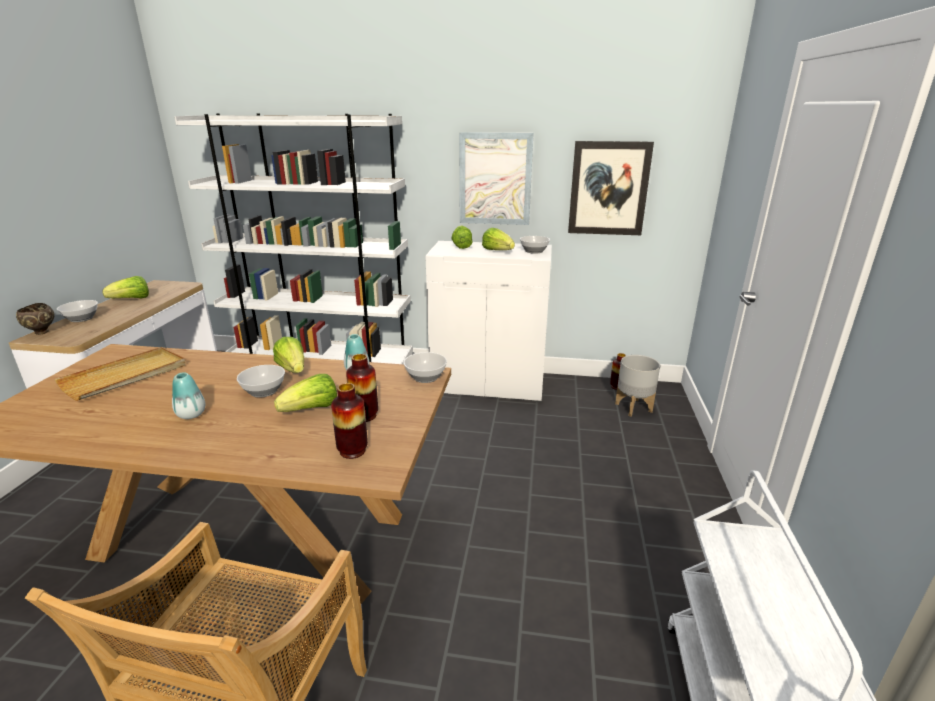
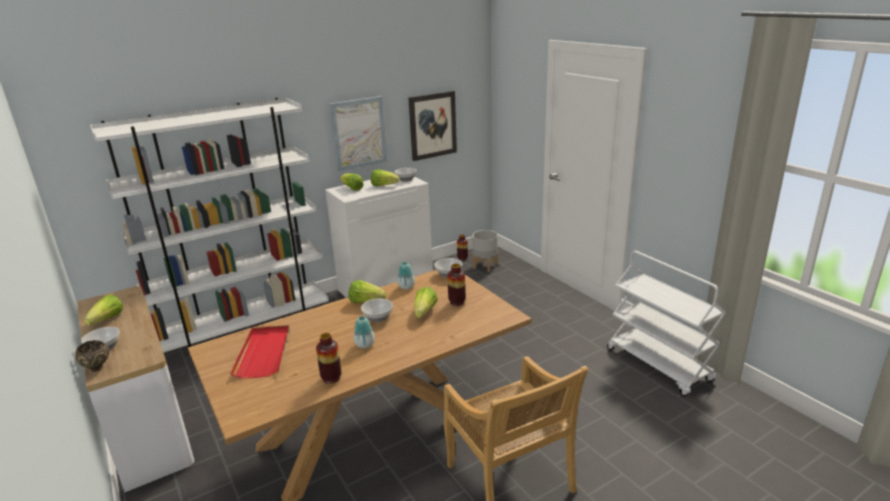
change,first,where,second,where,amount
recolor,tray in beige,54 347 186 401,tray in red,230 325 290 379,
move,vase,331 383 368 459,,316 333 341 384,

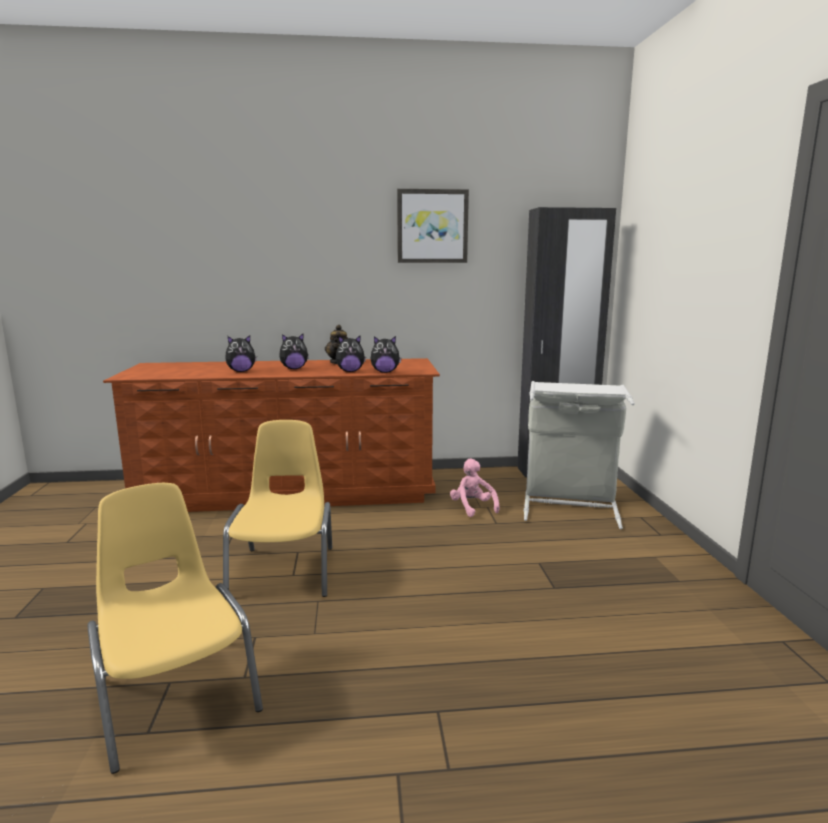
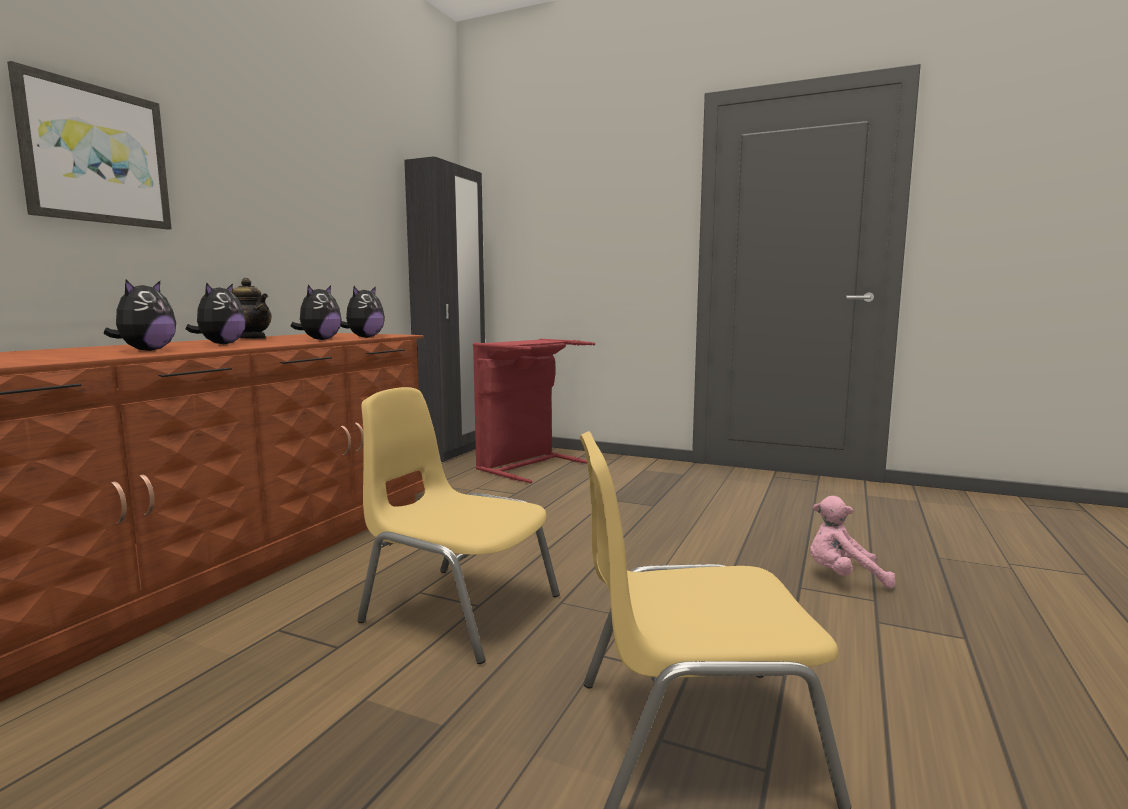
change,first,where,second,where,amount
move,picture,397 189 469 263,,7 61 172 230,
recolor,laundry basket in grey,524 381 635 529,laundry basket in red,473 339 595 483,
move,plush toy in pink,450 459 500 517,,810 496 896 588,

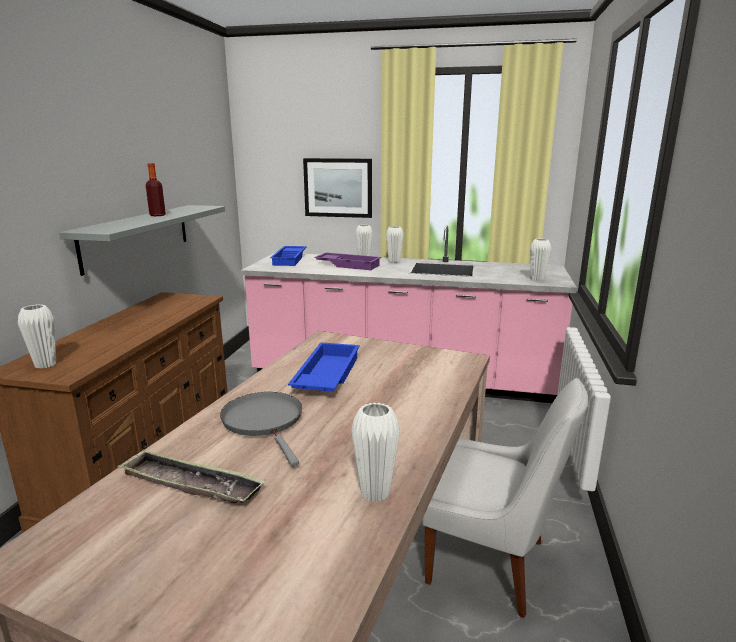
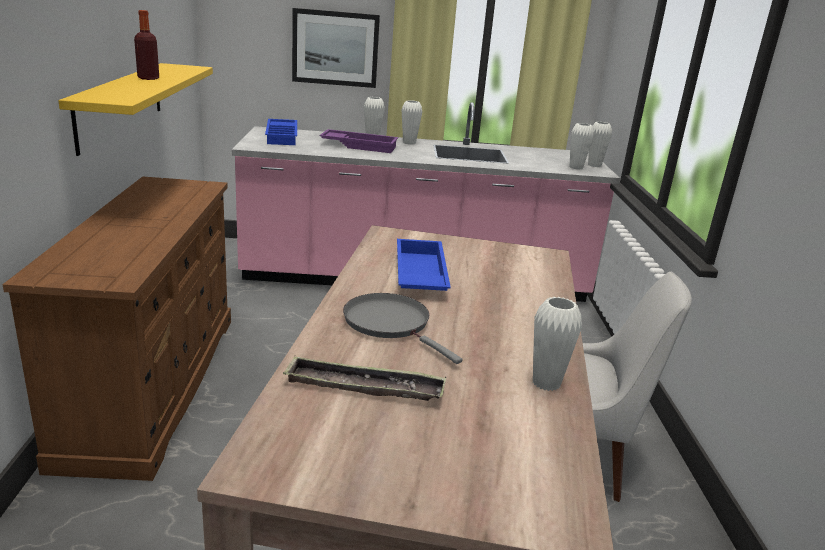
change,first,where,second,where,amount
recolor,shelf in grey,59 205 225 276,shelf in yellow,58 63 213 156,
move,vase in white,18 304 56 369,,588 122 612 167,

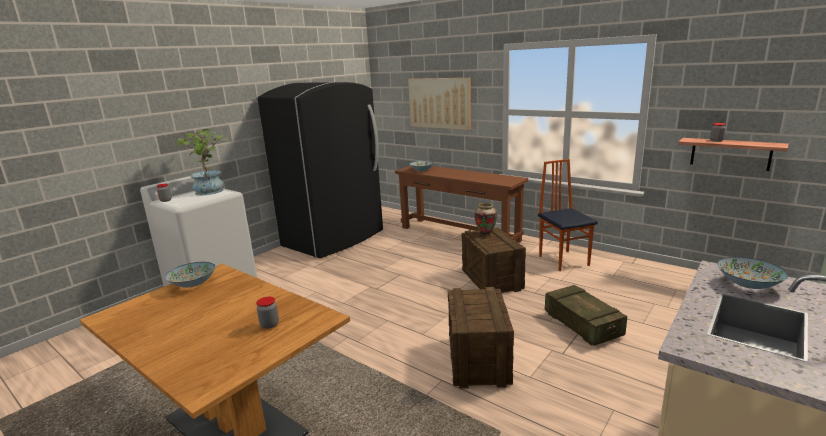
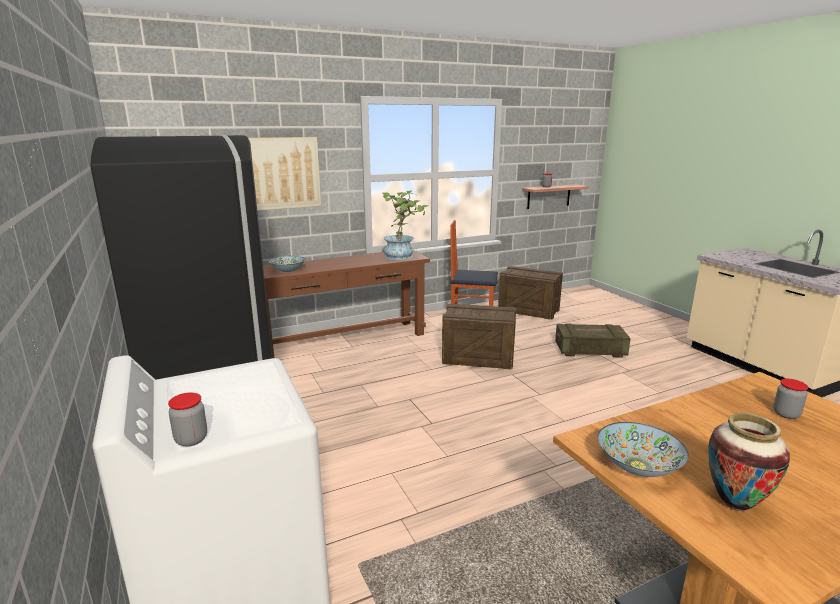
change,first,where,second,where,amount
move,potted plant,177 128 229 195,,383 190 429 260,
move,vase,474 203 497 236,,708 413 790 511,
delete,bowl,717 257 788 289,,,
move,crate,448 287 514 389,,498 266 563 320,

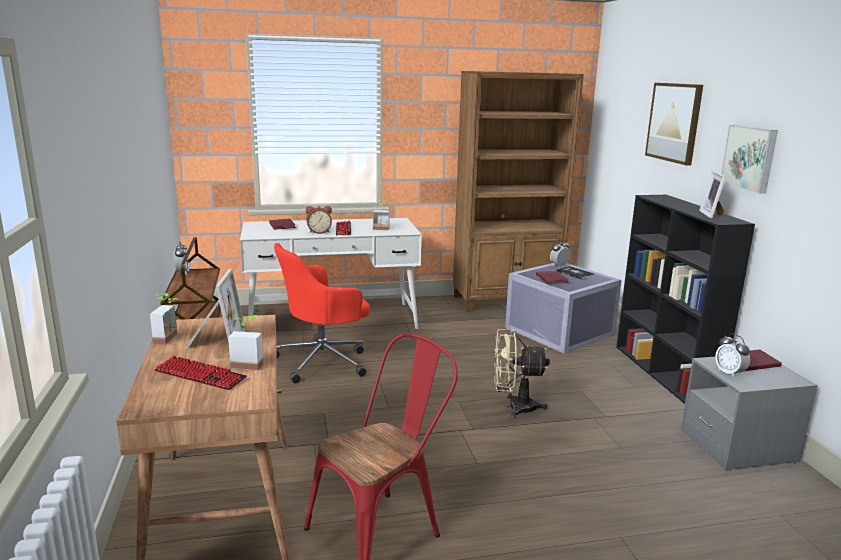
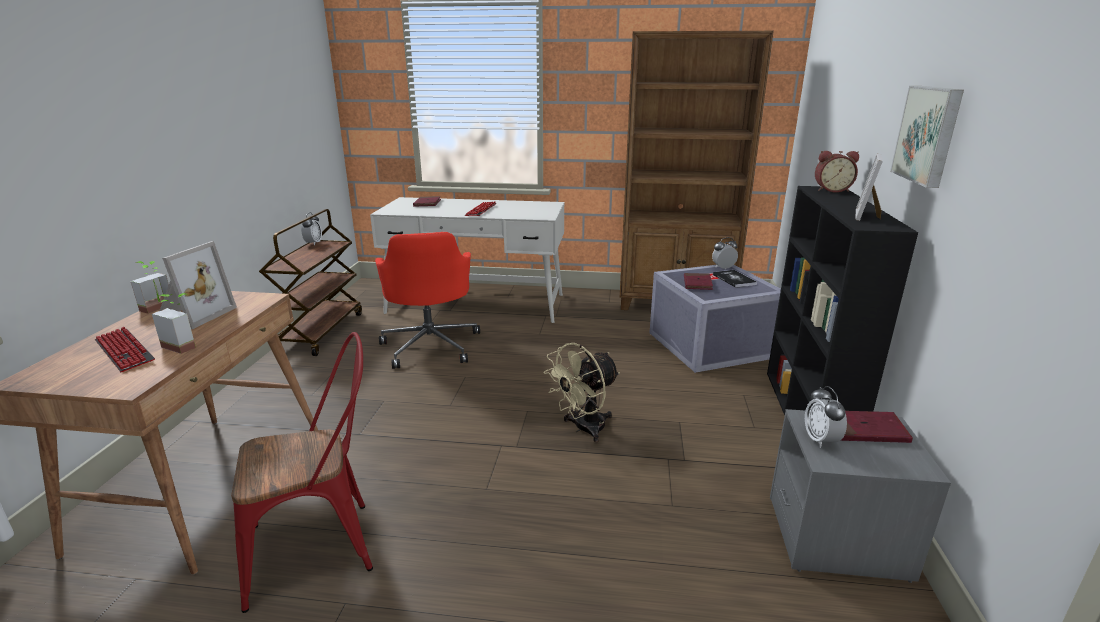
change,first,where,second,where,amount
delete,picture,645 83 703 165,,,
delete,potted plant,373 201 390 230,,,
move,alarm clock,306 206 332 234,,815 151 859 192,
rotate,office chair in red,274 243 370 384,,375 232 480 369,90 degrees counterclockwise
rotate,fan in beige,494 329 550 418,,544 343 620 442,60 degrees counterclockwise

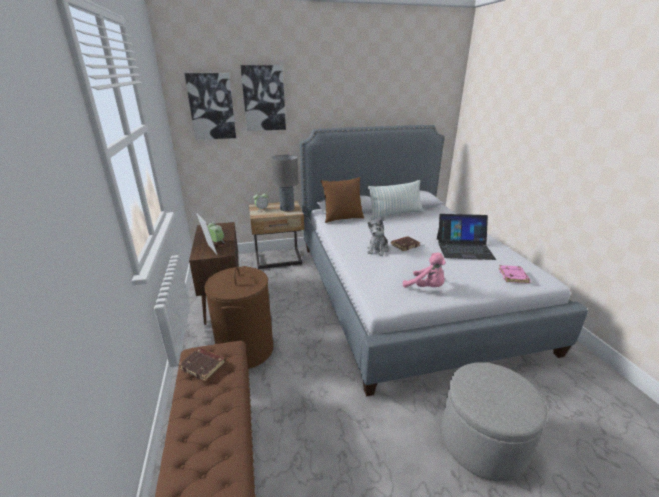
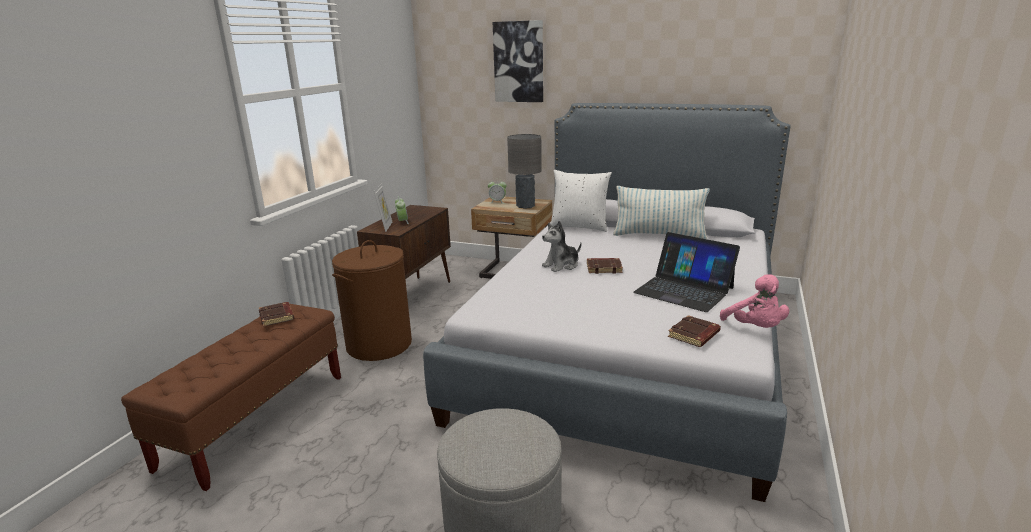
change,first,where,second,where,amount
delete,picture,185 73 236 140,,,
recolor,pillow in brown,321 177 364 223,pillow in white,551 170 612 232,
move,plush toy in pink,403 253 446 288,,720 274 789 328,
recolor,book in pink,499 265 531 284,book in brown,668 315 721 347,

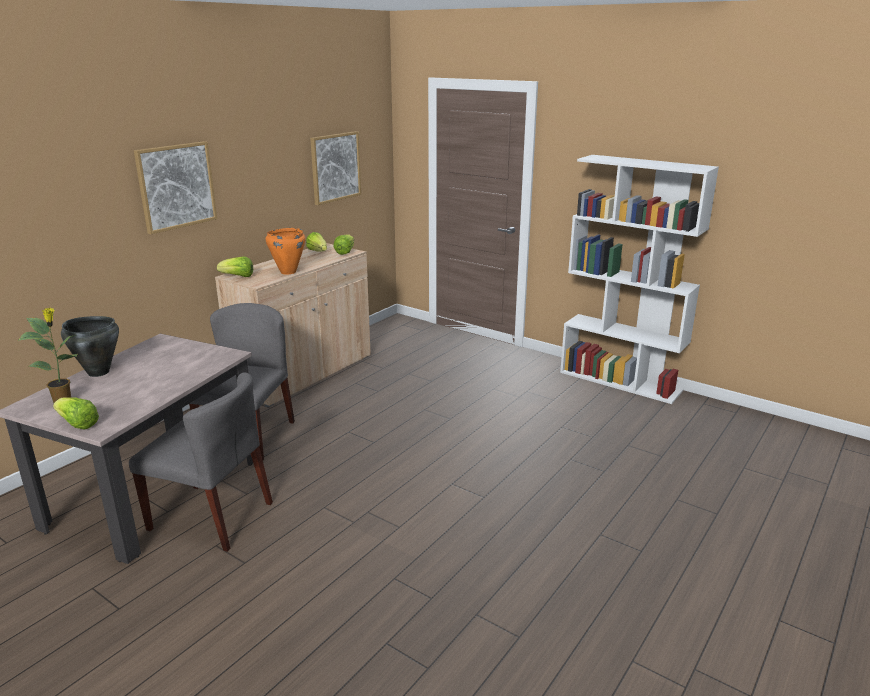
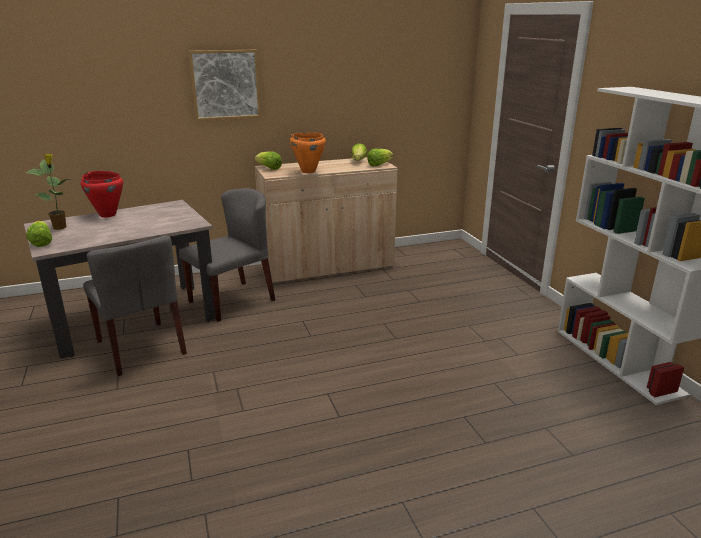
change,first,where,second,where,amount
delete,picture,310 131 361 205,,,
recolor,cooking pot in black,61 316 119 377,cooking pot in red,81 171 123 218,

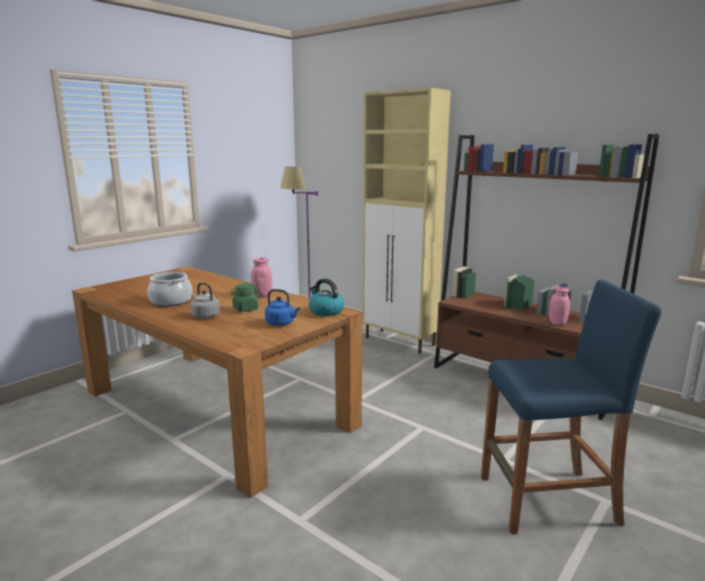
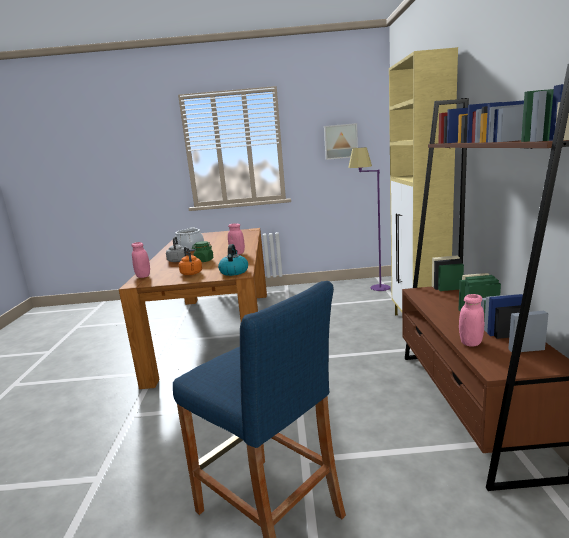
change,first,where,second,where,amount
recolor,kettle in blue,265 289 300 326,kettle in orange,179 246 202 275,
insert,,,picture,324 123 358 160,
insert,,,jar in pink,131 242 150 278,

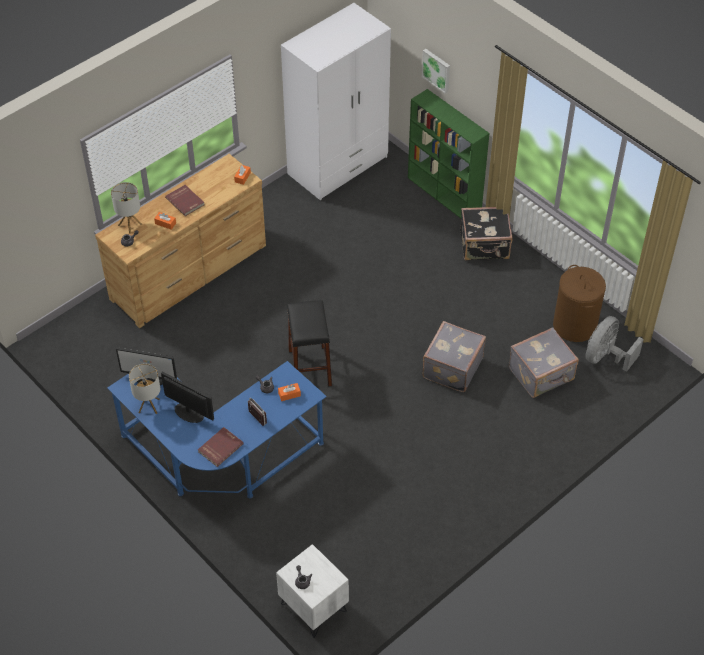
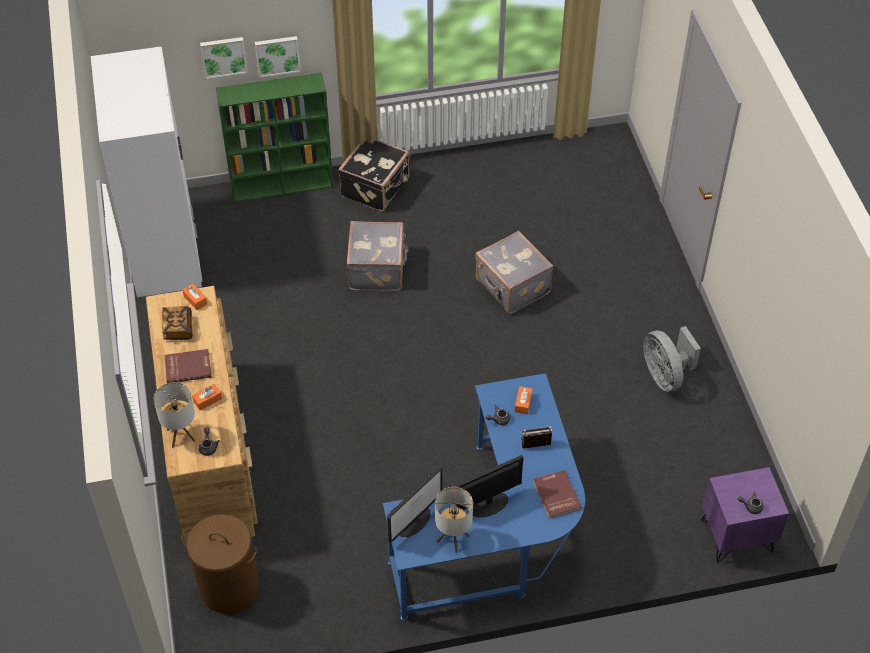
change,first,where,second,where,amount
move,laundry basket in brown,553 265 606 342,,181 514 259 613,
delete,stool in black,287 300 332 386,,,
move,fan in grey,585 316 644 371,,643 326 701 392,
move,suitcase in grey,509 327 579 398,,347 221 408 291,
recolor,nightstand in white,276 544 349 638,nightstand in purple,701 467 789 563,
insert,,,picture,255 36 301 78,
insert,,,book,162 306 193 340,

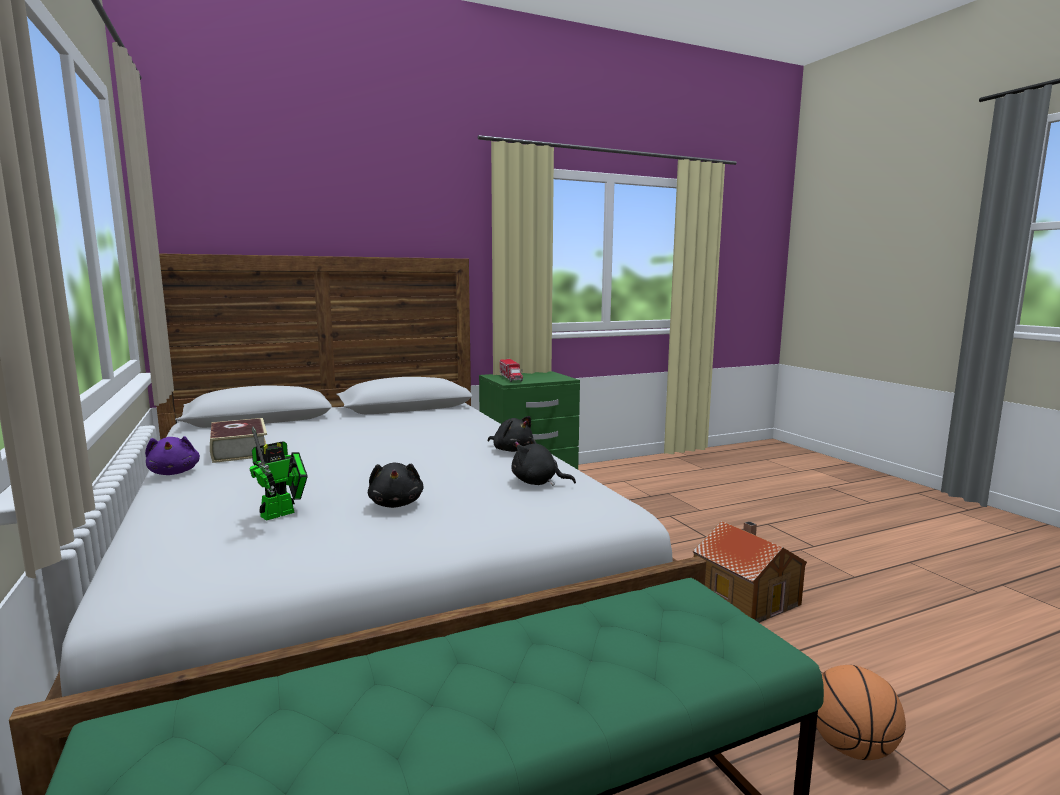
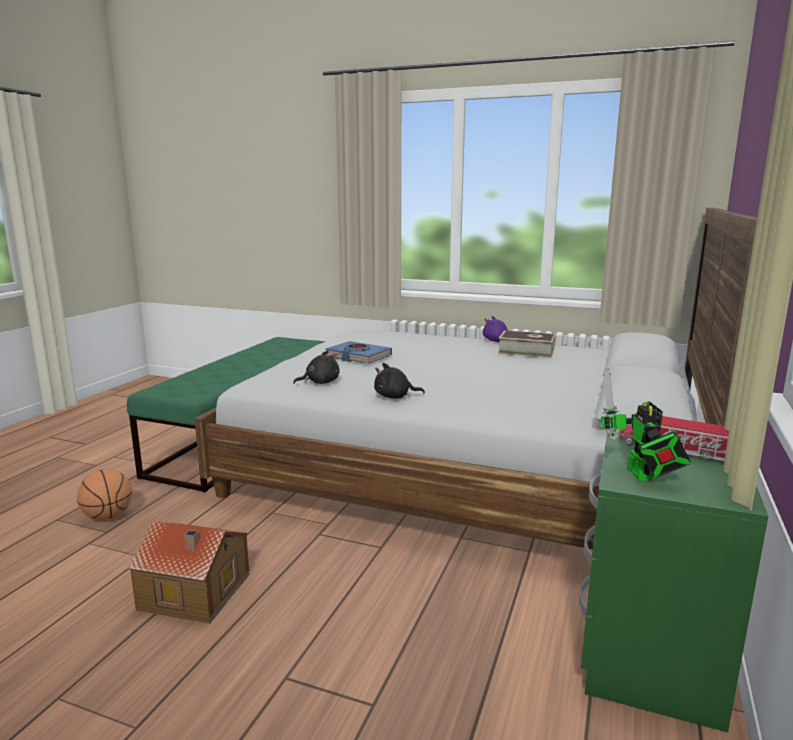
change,first,where,second,where,amount
move,toy robot,249 427 308 521,,601 368 691 480,
replace,plush toy in black,368 462 424 508,book in blue,325 341 392 364,

